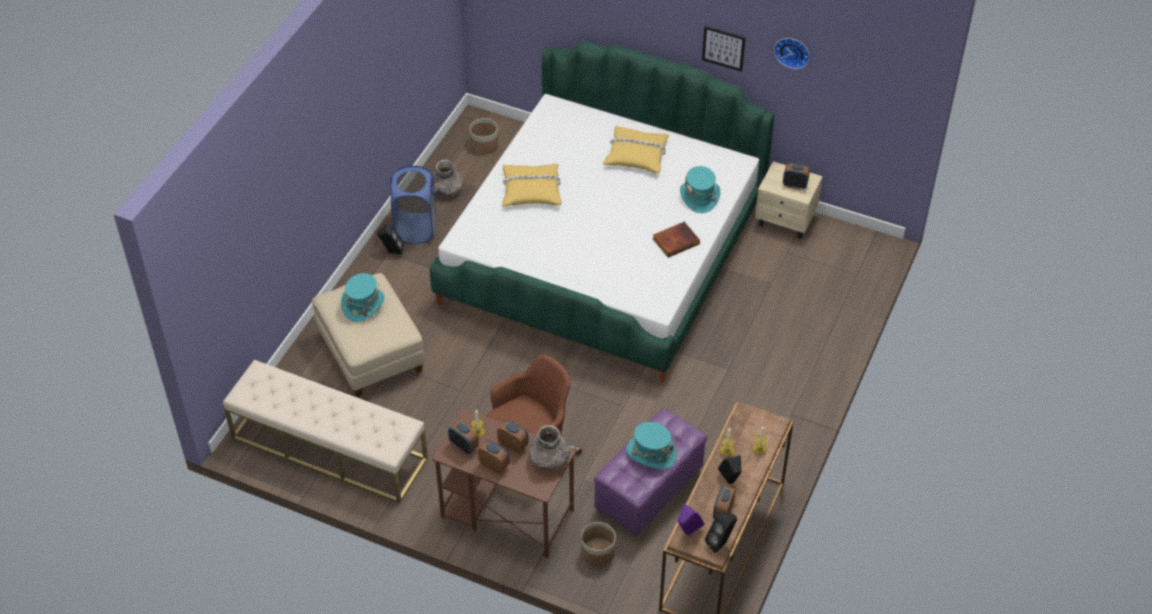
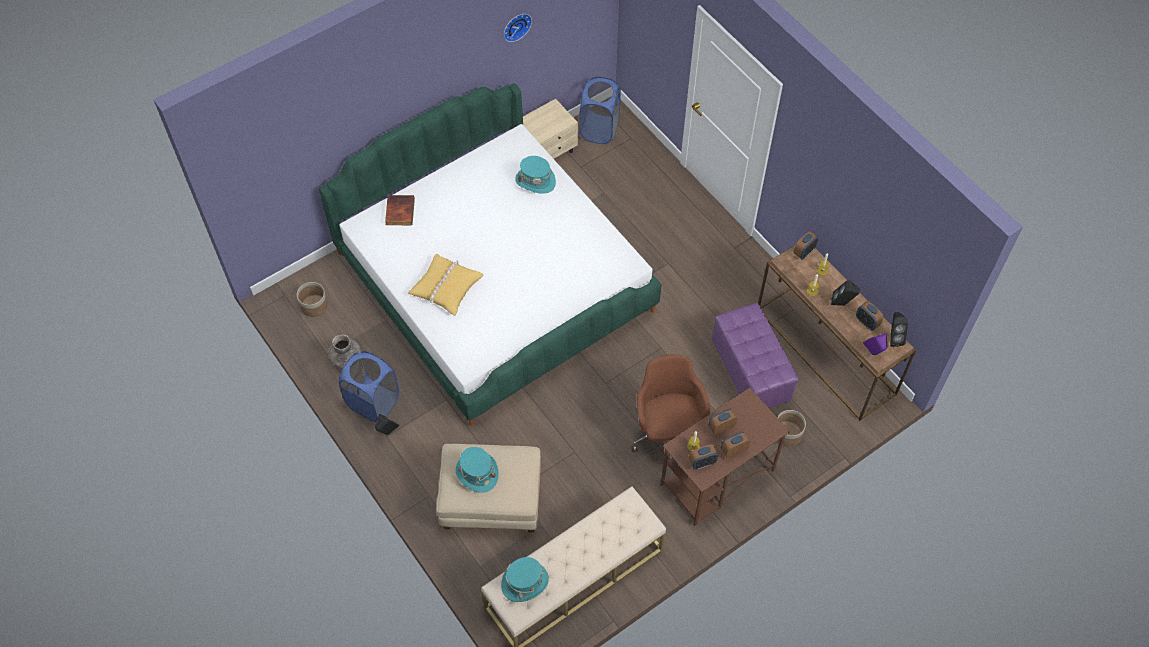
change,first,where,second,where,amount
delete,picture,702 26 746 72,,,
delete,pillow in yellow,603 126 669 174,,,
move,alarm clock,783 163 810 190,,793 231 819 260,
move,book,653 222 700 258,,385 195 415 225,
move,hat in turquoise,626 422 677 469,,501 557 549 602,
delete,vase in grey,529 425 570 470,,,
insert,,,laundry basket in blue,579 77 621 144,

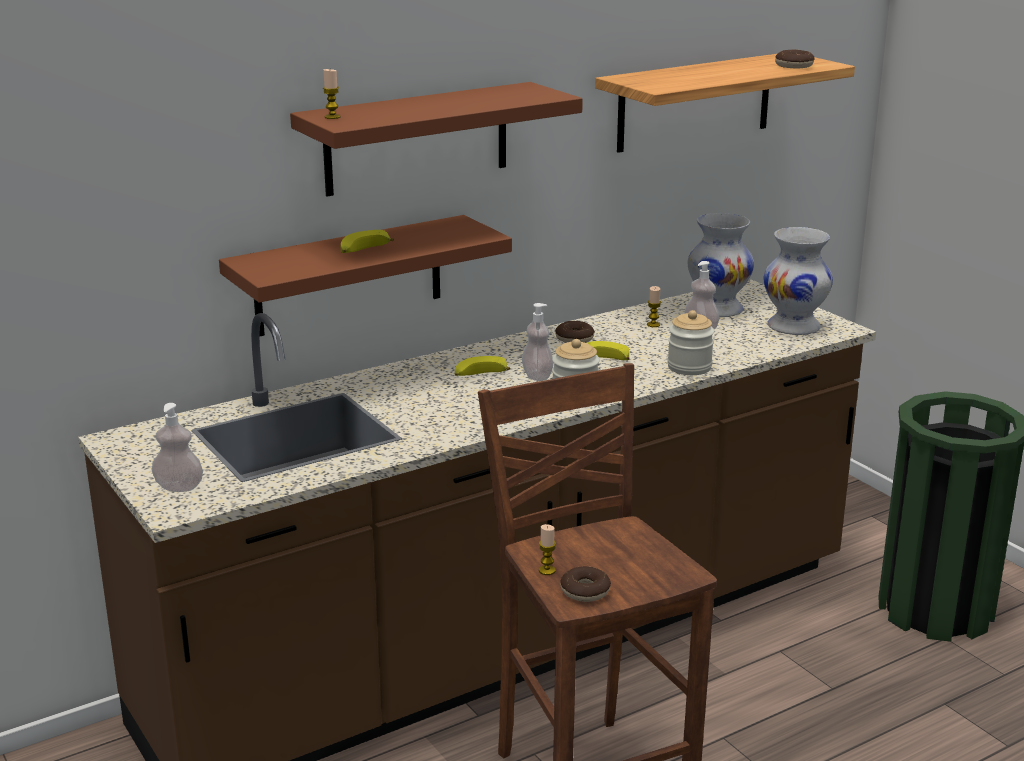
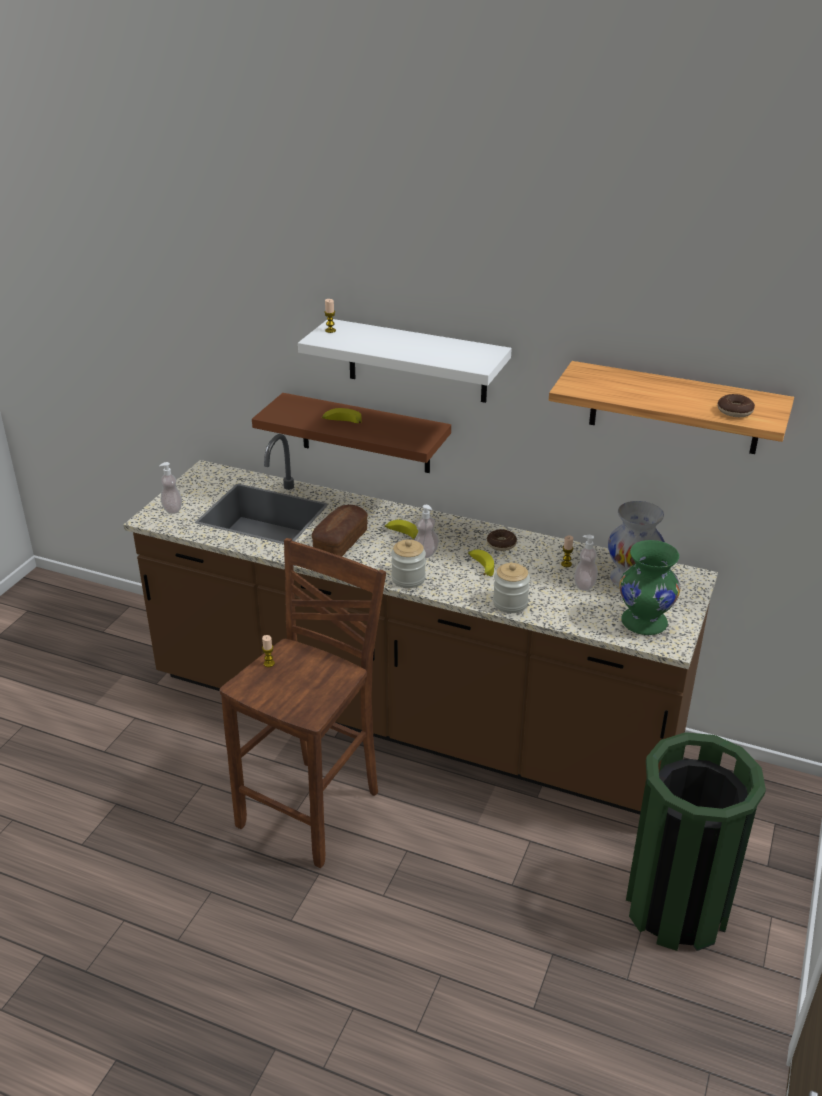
change,first,where,second,where,amount
recolor,shelf in brown,290 82 583 197,shelf in white,298 319 512 403,
recolor,vase in white,763 227 833 335,vase in green,619 540 680 635,
delete,donut,560 566 611 602,,,
insert,,,bread,312 505 368 556,

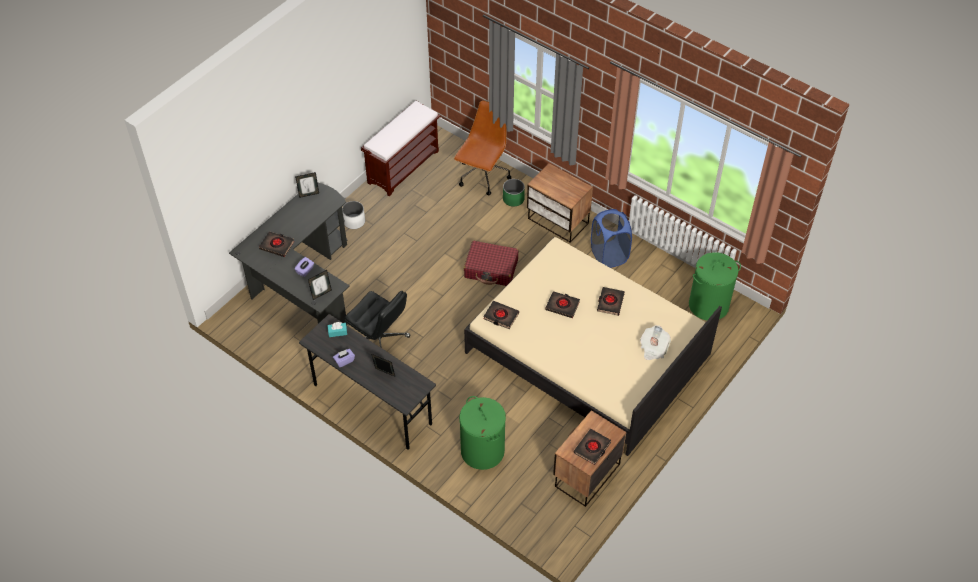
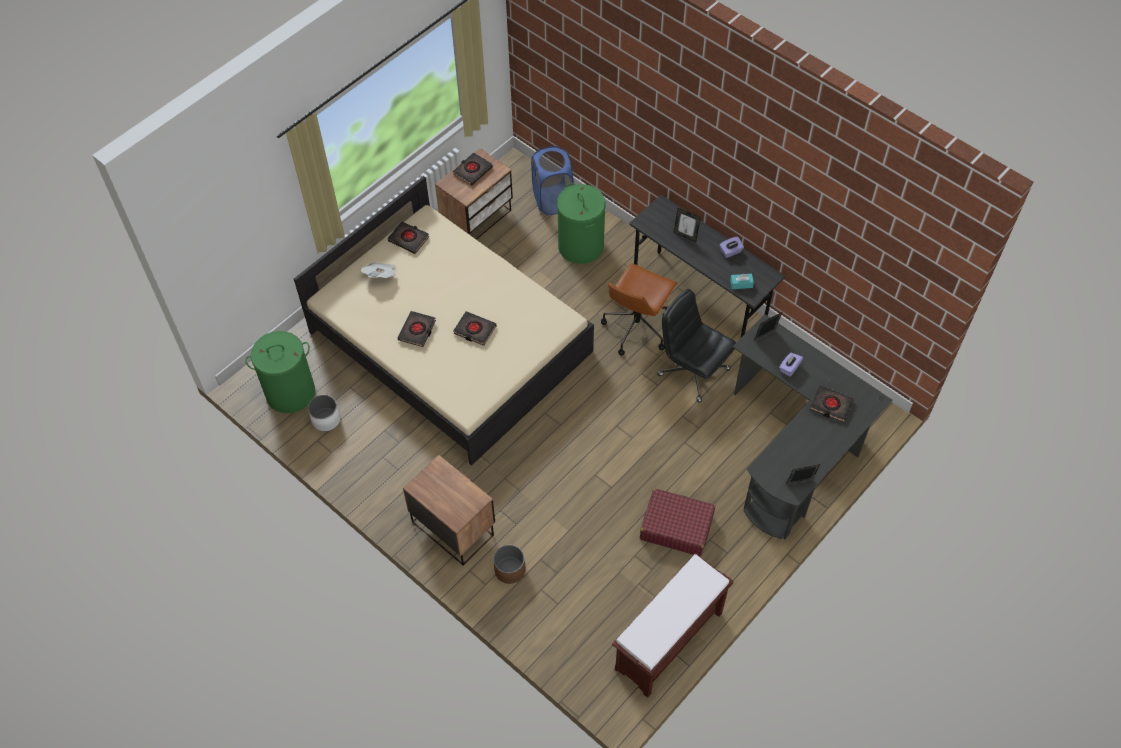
change,first,where,second,where,amount
move,office chair in brown,454 101 511 195,,601 263 678 356,
recolor,planter in green,503 179 525 207,planter in brown,494 545 526 584,
move,planter in white,342 201 365 229,,308 395 340 431,
move,laundry basket in blue,591 209 632 268,,531 146 574 215,
move,suitcase in red,464 241 519 286,,640 489 715 556,
move,book in black,483 301 519 329,,388 222 429 254,

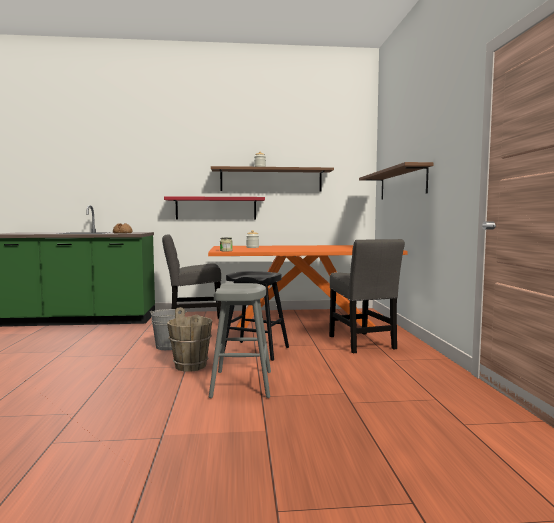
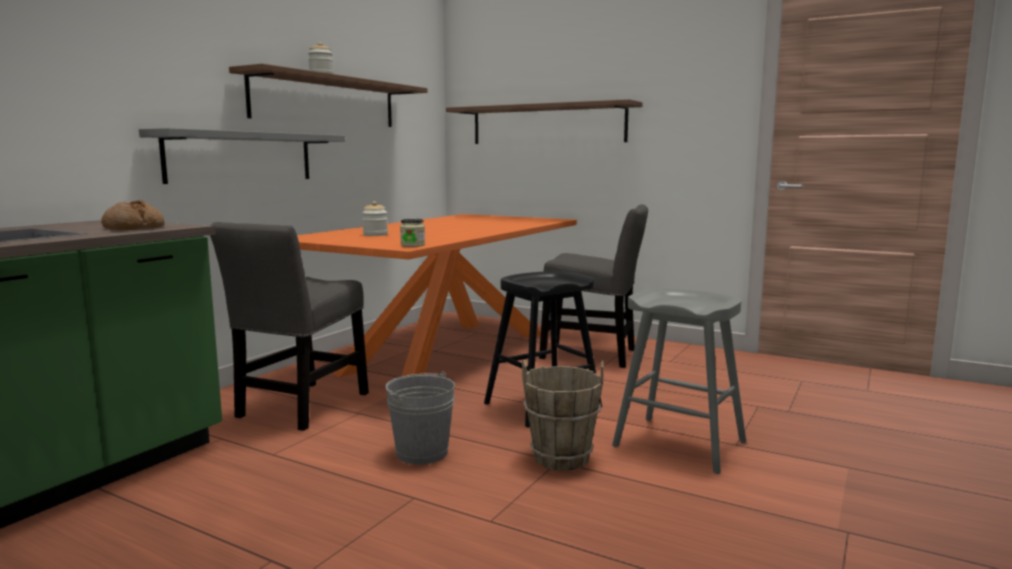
change,first,where,second,where,amount
recolor,shelf in red,164 196 265 219,shelf in grey,139 128 345 184,

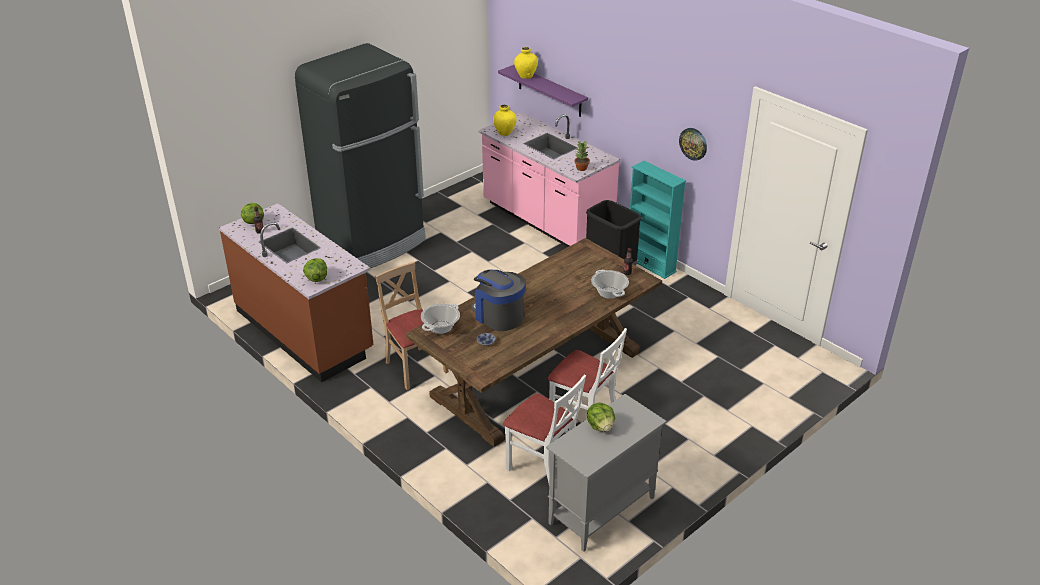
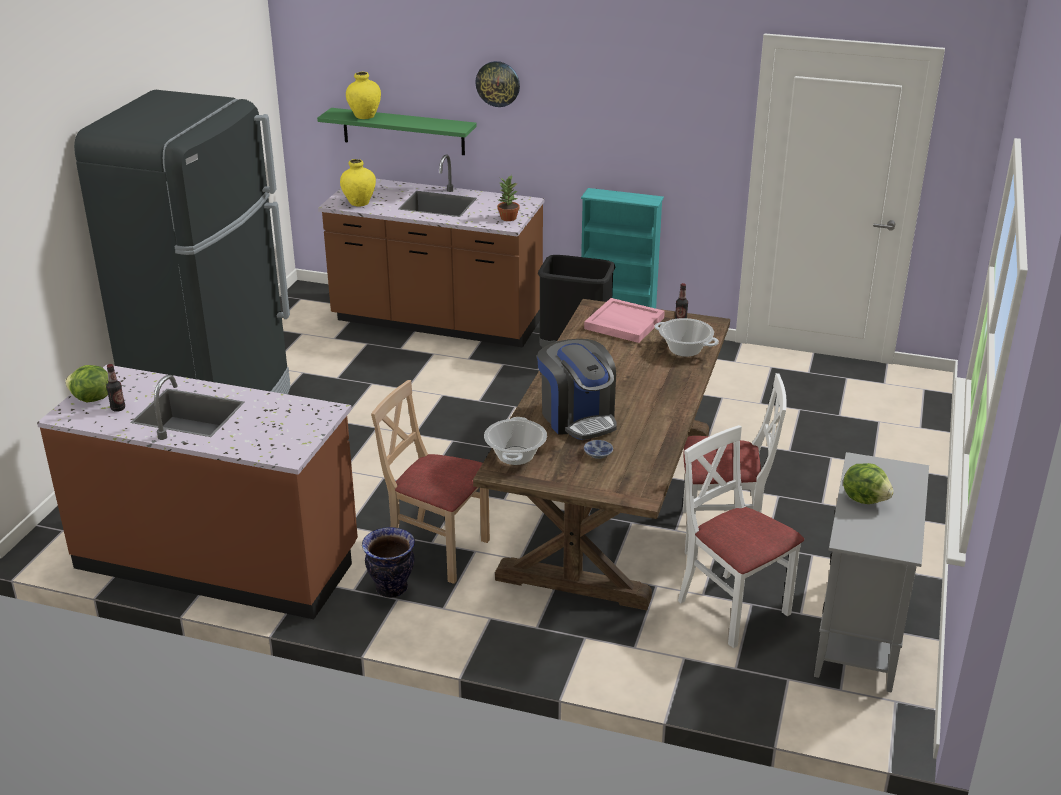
change,first,where,second,where,amount
recolor,shelf in purple,498 65 588 117,shelf in green,317 108 477 155,
recolor,counter in pink,478 112 620 247,counter in brown,318 154 544 347,
move,wall clock,679 128 707 161,,475 61 520 107,
delete,lettuce,303 258 327 282,,,
rotate,coffee machine,472 269 526 331,,537 339 617 440,135 degrees counterclockwise
rotate,chair in white,503 374 586 483,,678 425 804 648,135 degrees counterclockwise
insert,,,tray in pink,584 298 665 343,
insert,,,vase,362 527 415 598,

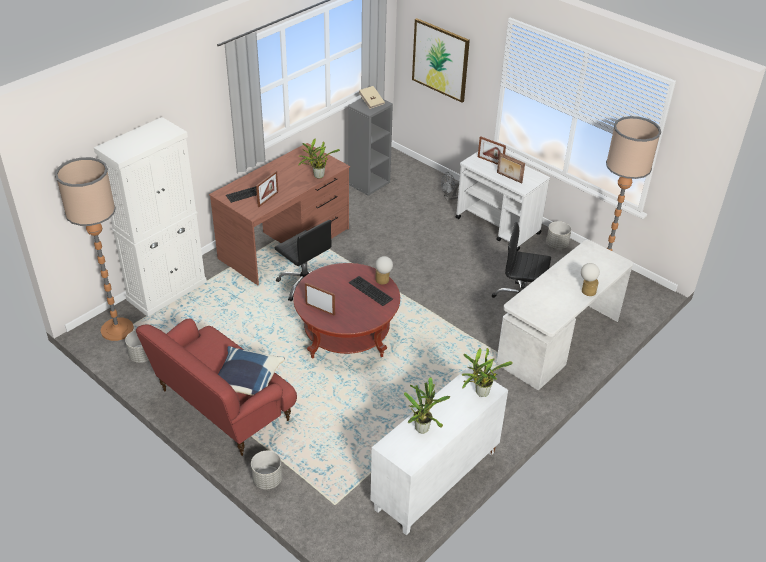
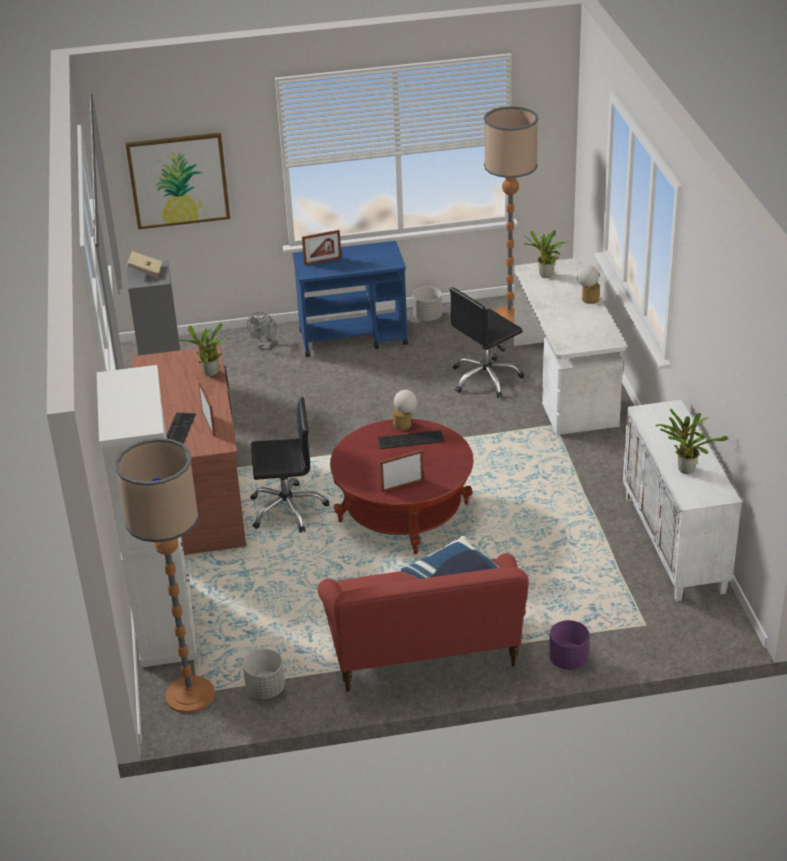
change,first,where,second,where,amount
recolor,cart in white,455 152 550 251,cart in blue,293 241 408 357,
delete,picture frame,497 152 525 183,,,
move,potted plant,462 348 513 397,,524 230 566 278,
recolor,planter in grey,251 451 282 490,planter in purple,549 620 589 670,

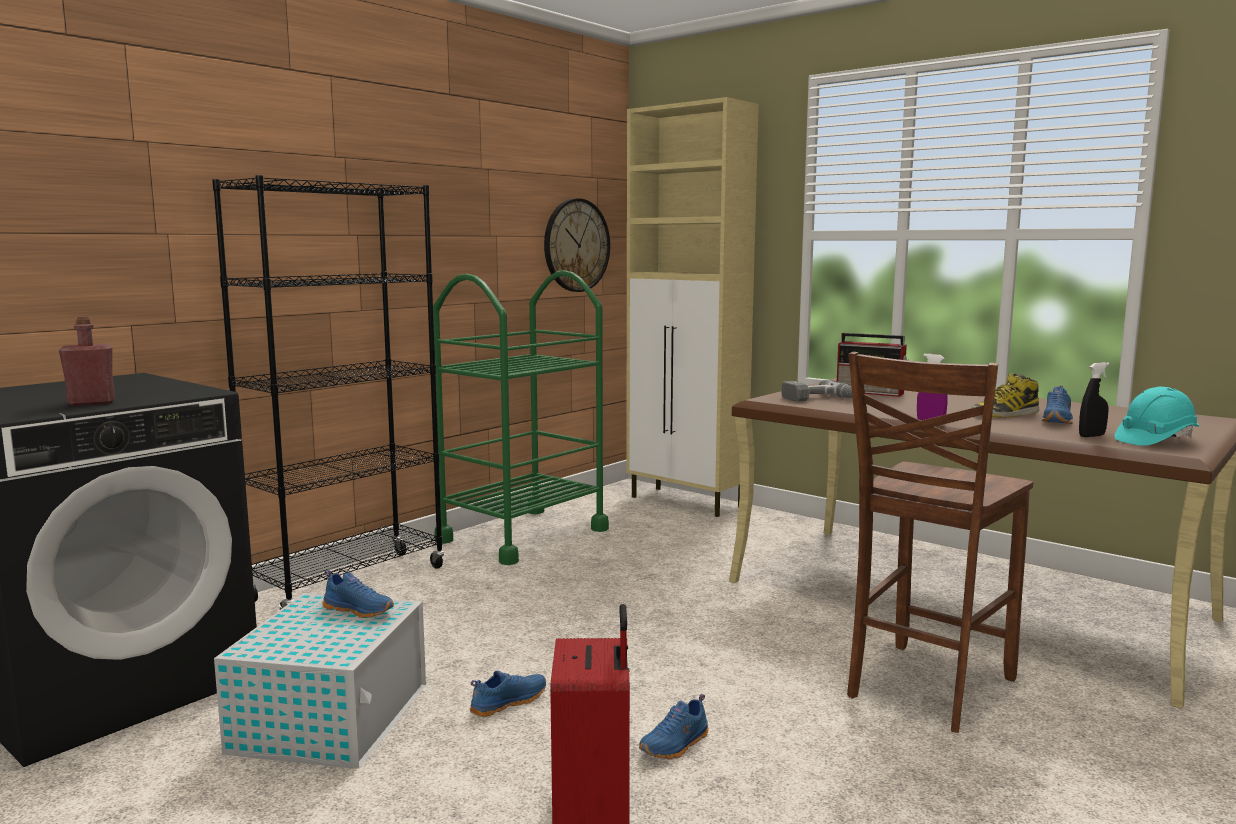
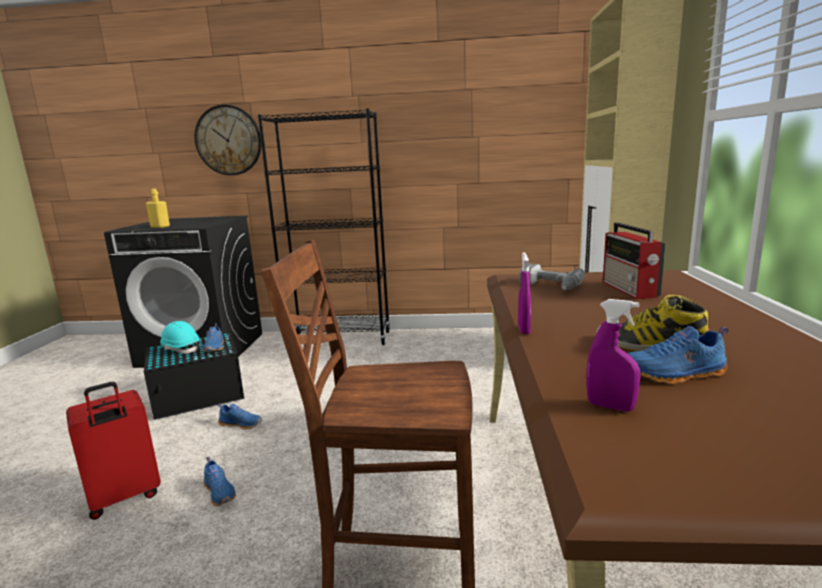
change,first,where,second,where,amount
move,wall clock,544 198 610 292,,194 105 262 175,
delete,cart in green,433 270 609 565,,,
recolor,bottle in red,59 316 115 406,bottle in yellow,146 189 170 228,
recolor,spray bottle in black,1079 362 1109 437,spray bottle in purple,586 299 640 411,
move,hard hat in turquoise,1115 387 1199 446,,158 321 199 354,
recolor,storage box in white,214 593 426 769,storage box in black,144 333 244 420,
rotate,shoe in blue,639 694 709 760,,204 457 236 506,135 degrees counterclockwise

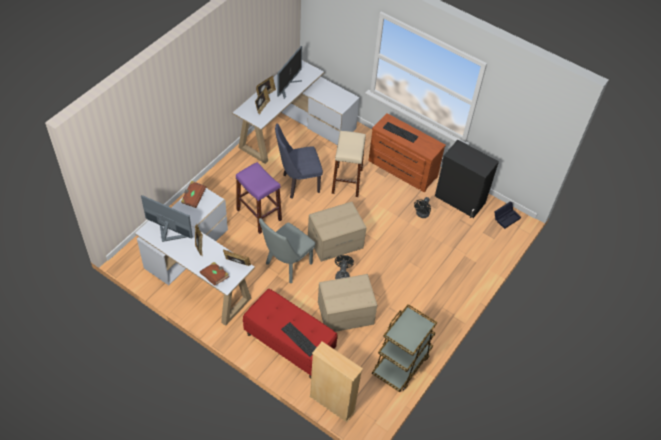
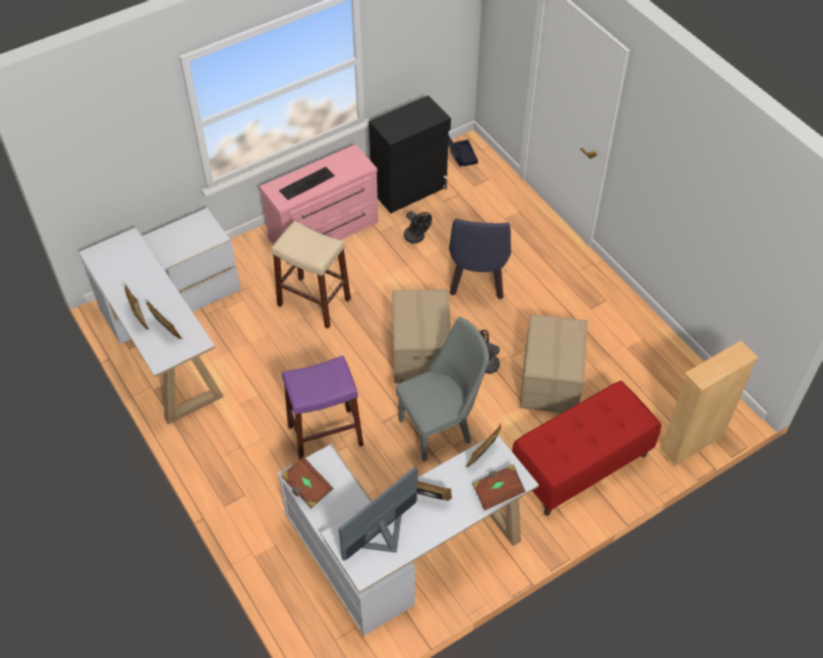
change,first,where,second,where,amount
delete,monitor,277 46 302 99,,,
recolor,dresser in brown,368 113 446 192,dresser in pink,260 144 378 264,
move,chair in blue,275 124 323 198,,449 218 511 300,
rotate,chair in grey,259 218 315 283,,396 316 489 462,90 degrees counterclockwise
delete,cart in brown,372 304 437 392,,,
delete,keyboard,281 322 317 357,,,

